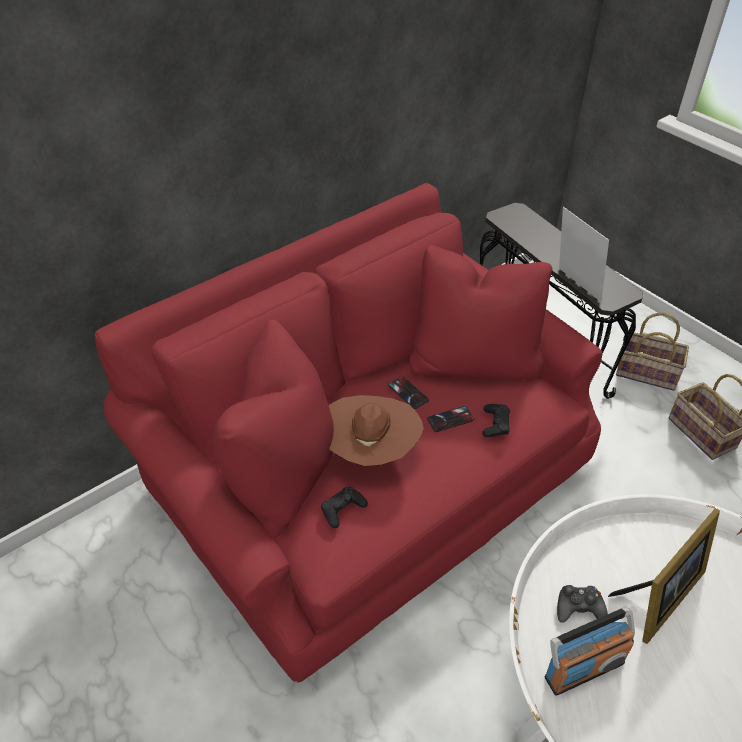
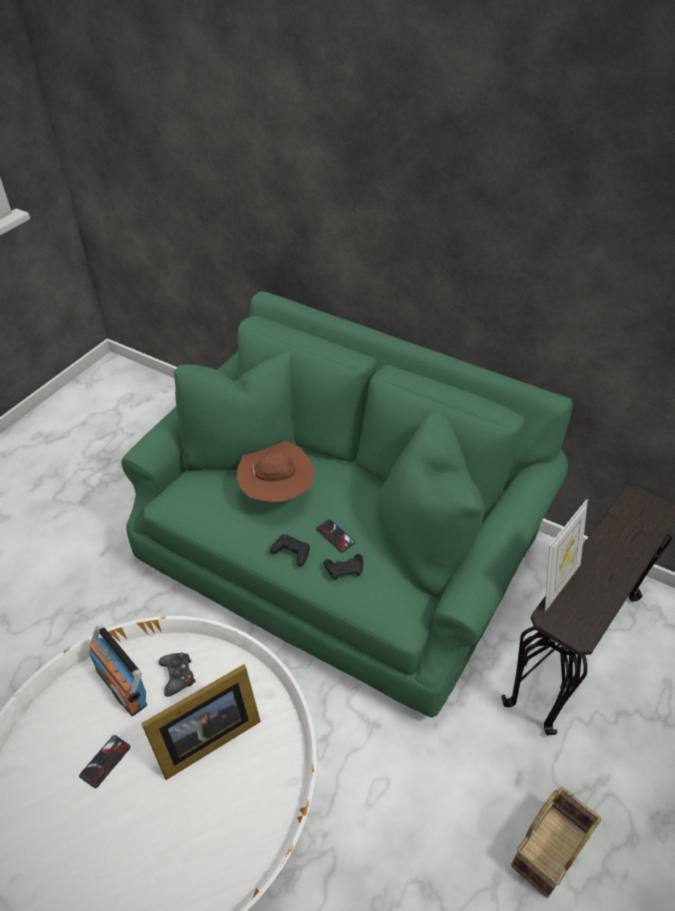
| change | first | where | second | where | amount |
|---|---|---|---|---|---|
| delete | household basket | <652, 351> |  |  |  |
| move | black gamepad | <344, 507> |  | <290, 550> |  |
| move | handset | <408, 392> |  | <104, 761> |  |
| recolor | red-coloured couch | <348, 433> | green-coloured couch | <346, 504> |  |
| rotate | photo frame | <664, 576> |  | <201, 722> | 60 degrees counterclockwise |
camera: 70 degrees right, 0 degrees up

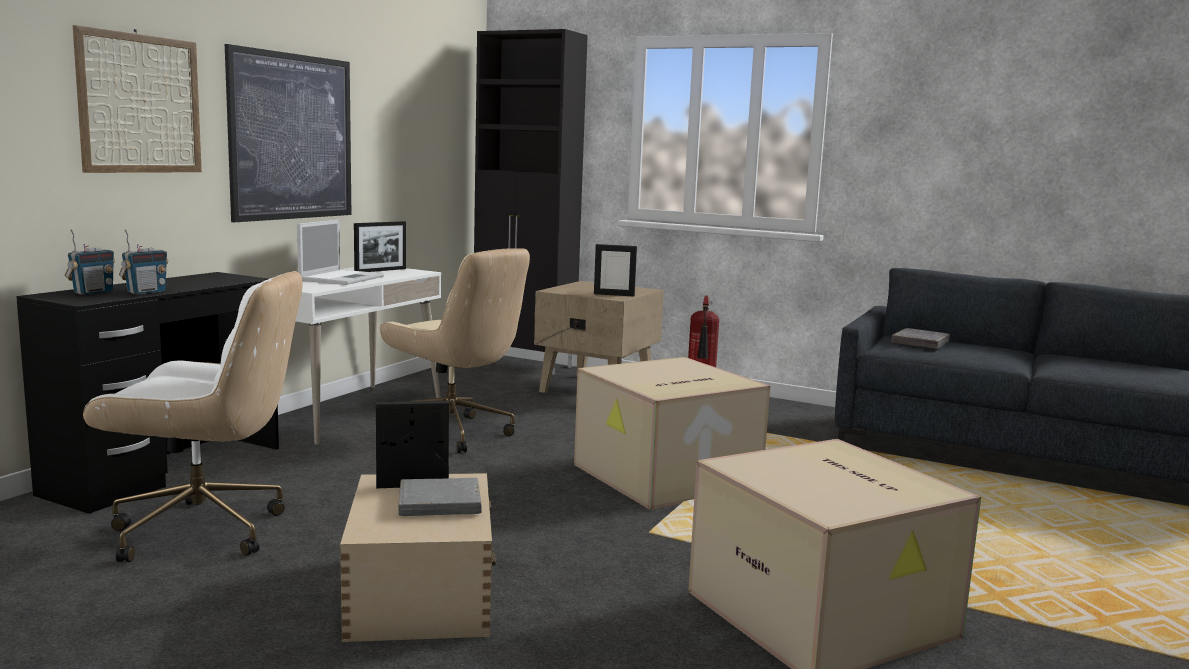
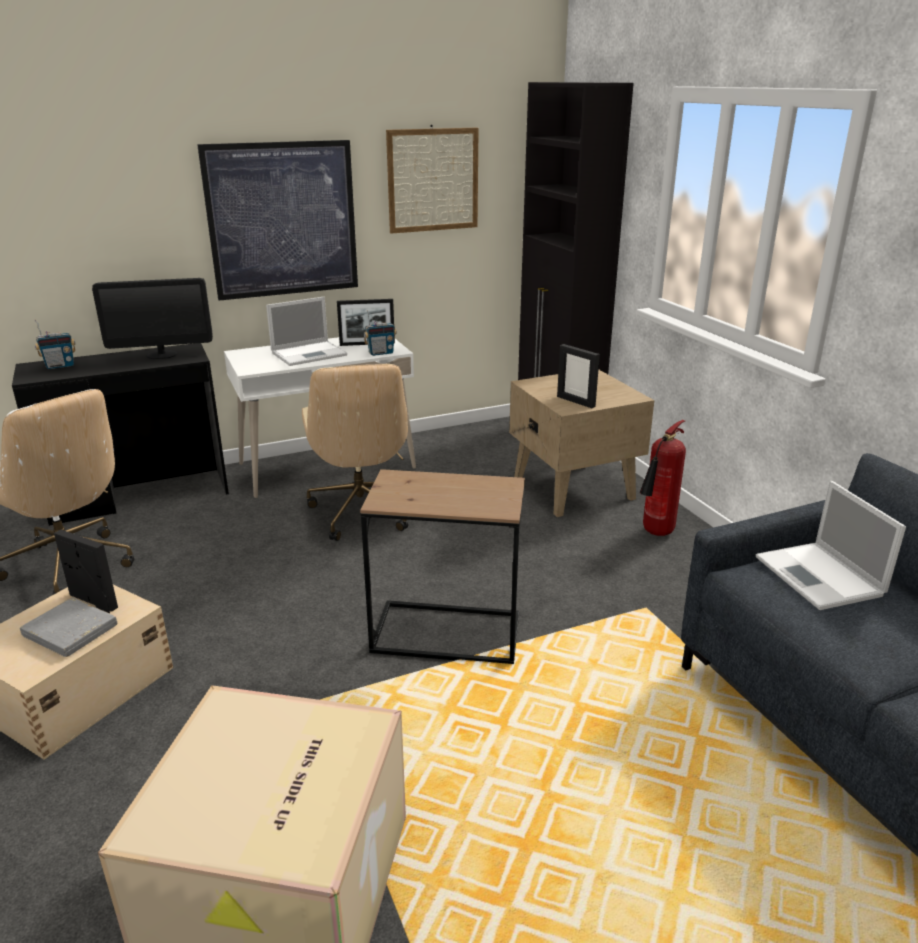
| change | first | where | second | where | amount |
|---|---|---|---|---|---|
| insert |  |  | computer screen | <152, 318> |  |
| move | wall art | <137, 99> |  | <432, 179> |  |
| move | radio receiver | <143, 261> |  | <380, 333> |  |
| replace | carton | <672, 433> | brown end table | <442, 566> |  |
| replace | greyish book | <920, 338> | notebook computer | <831, 545> |  |
camera: 40 degrees right, 15 degrees up

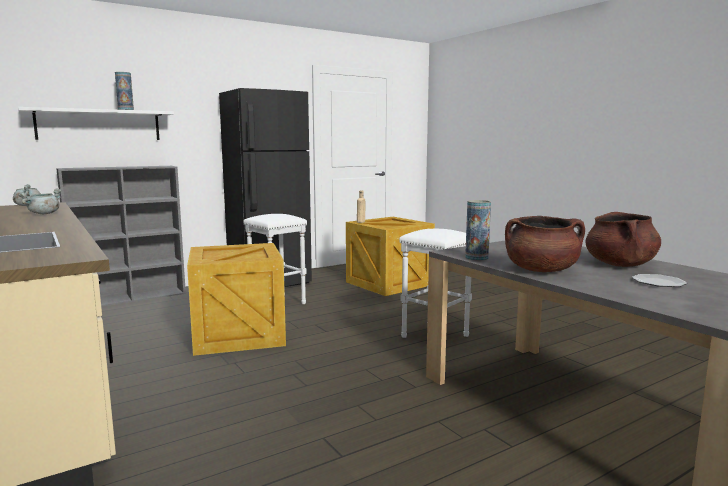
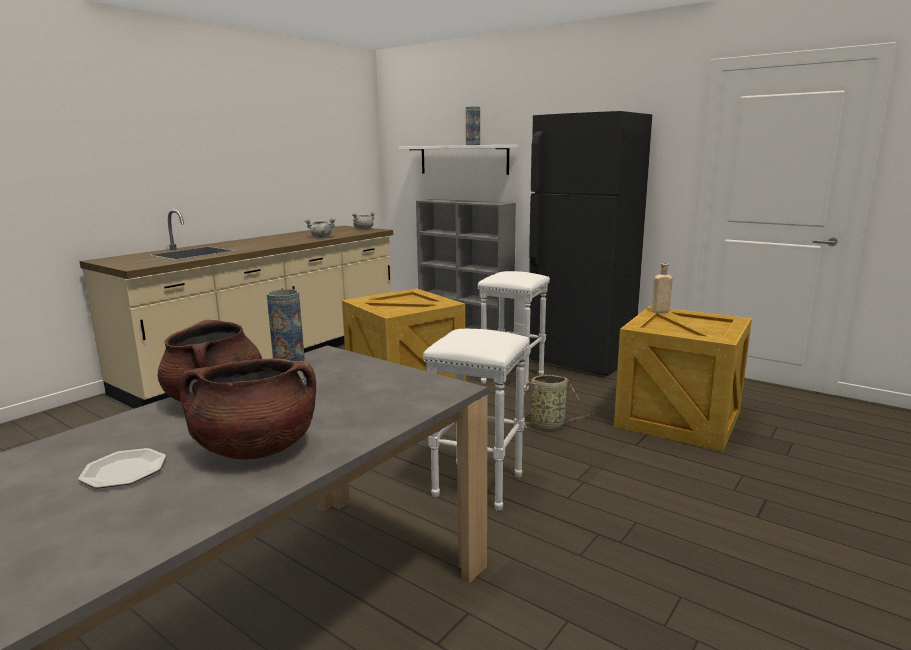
| change | first | where | second | where | amount |
|---|---|---|---|---|---|
| insert |  |  | household basket | <560, 402> |  |
camera: 70 degrees right, 5 degrees up

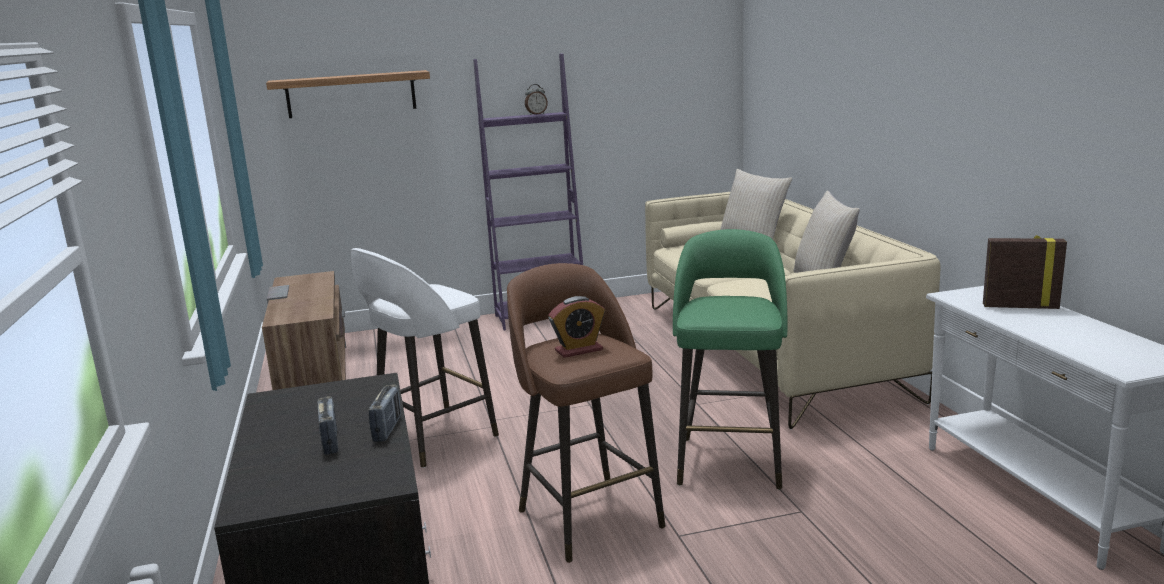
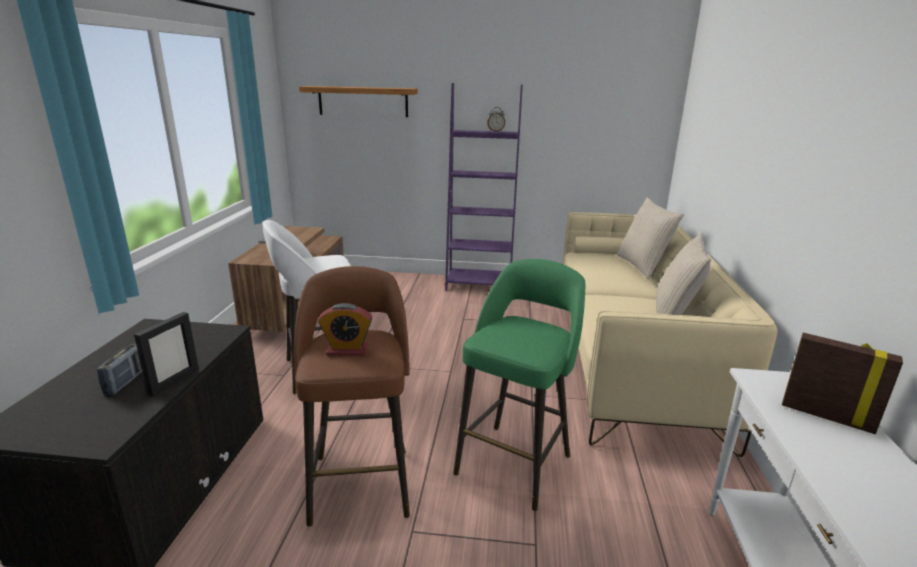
| change | first | where | second | where | amount |
|---|---|---|---|---|---|
| replace | radio receiver | <385, 413> | photo frame | <166, 354> |  |
camera: 20 degrees right, 5 degrees up

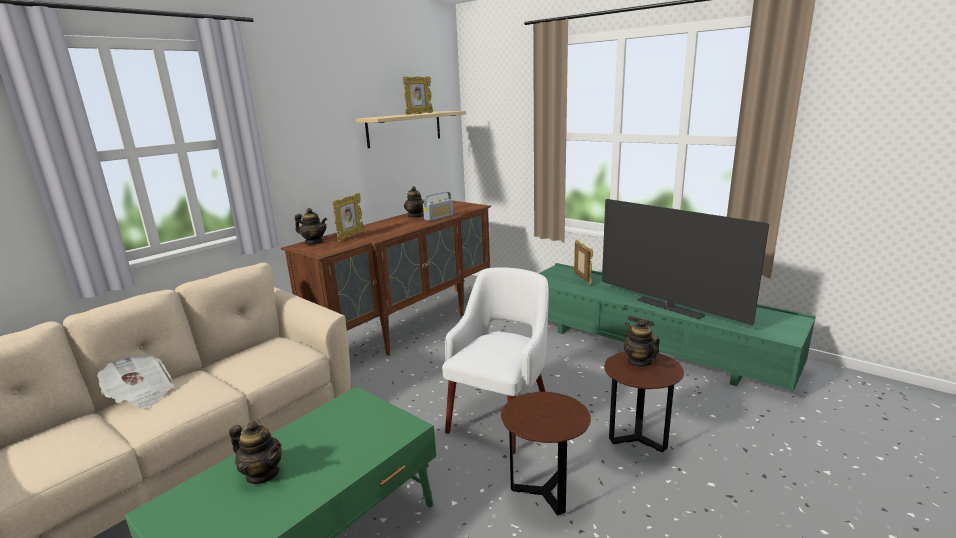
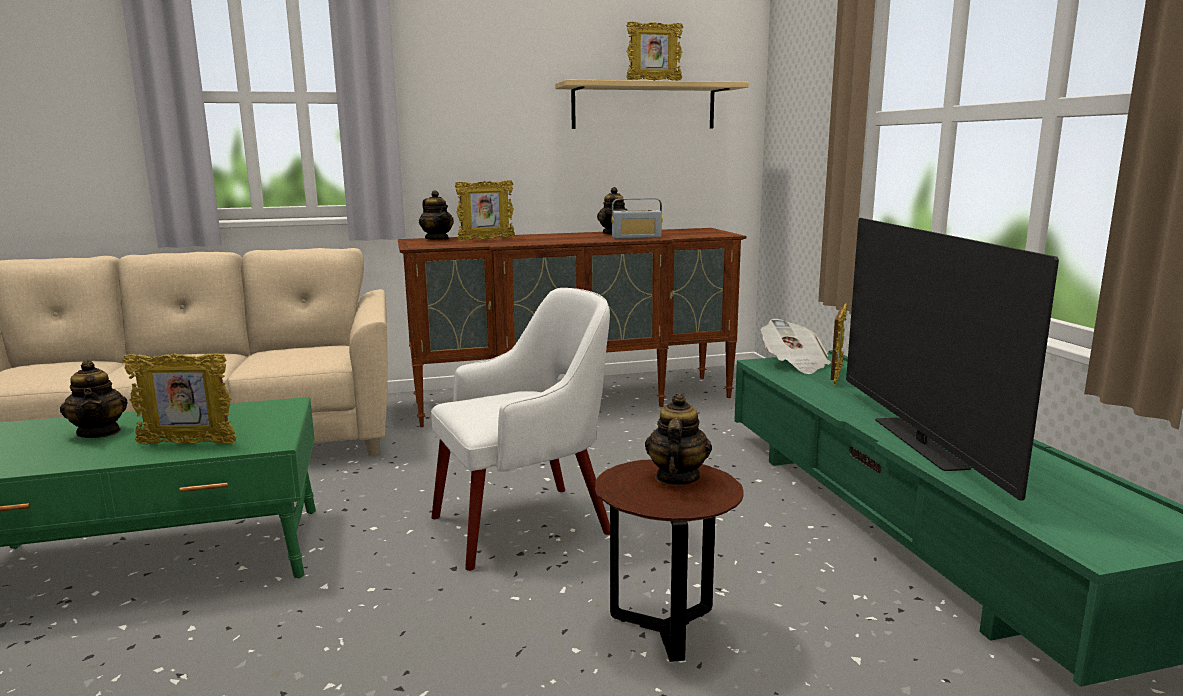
| change | first | where | second | where | amount |
|---|---|---|---|---|---|
| delete | brown end table | <546, 454> |  |  |  |
| insert |  |  | photo frame | <179, 398> |  |
| move | daily paper | <135, 382> |  | <796, 346> |  |
camera: 35 degrees right, 5 degrees down

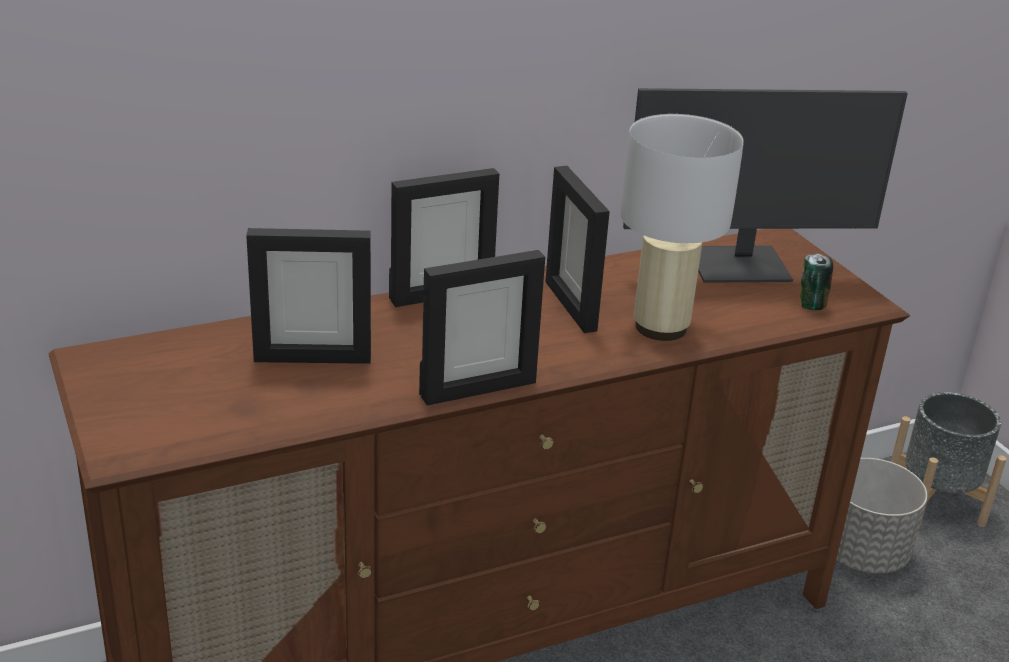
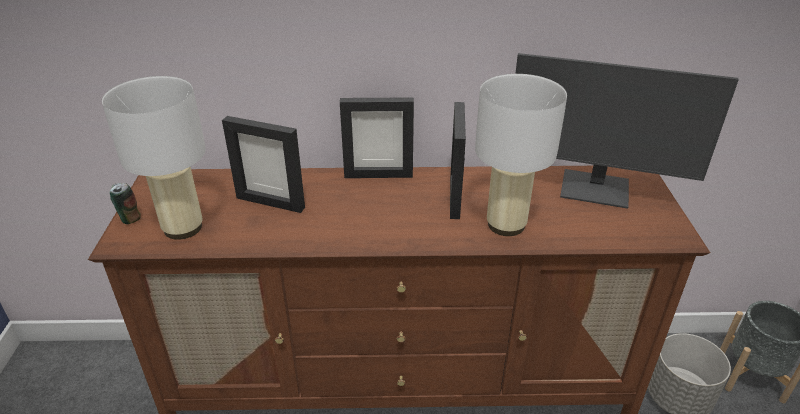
| change | first | where | second | where | amount |
|---|---|---|---|---|---|
| delete | photo frame | <482, 328> |  |  |  |
| insert |  |  | white lamp for a table | <154, 158> |  |
| move | sealed can | <816, 281> |  | <125, 203> |  |
camera: 25 degrees right, 5 degrees up

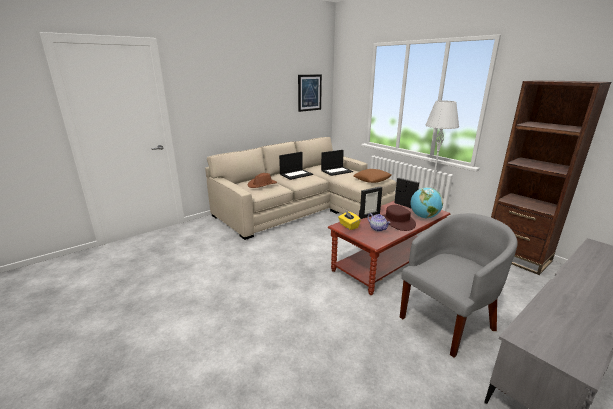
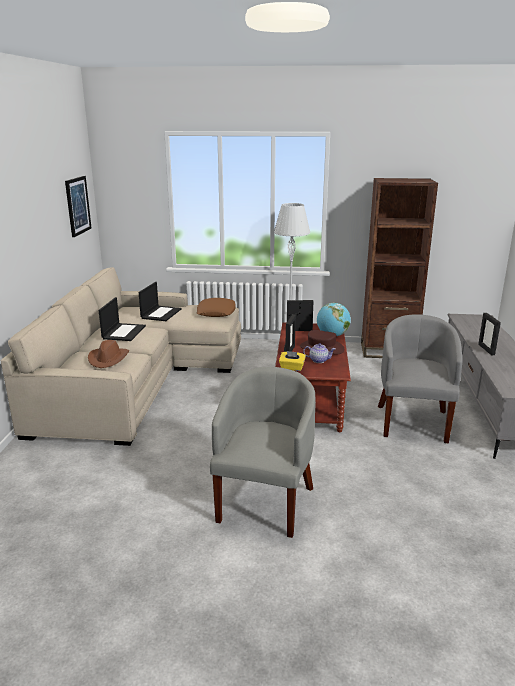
| change | first | where | second | where | amount |
|---|---|---|---|---|---|
| insert |  |  | greyish easy chair | <263, 452> |  |
| insert |  |  | photo frame | <489, 334> |  |
camera: 45 degrees left, 0 degrees up

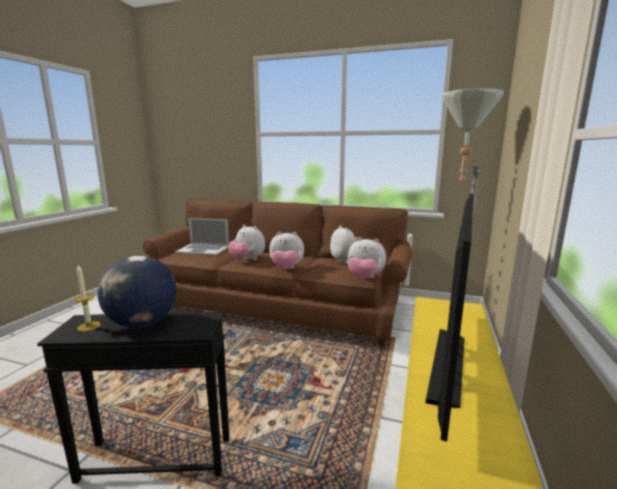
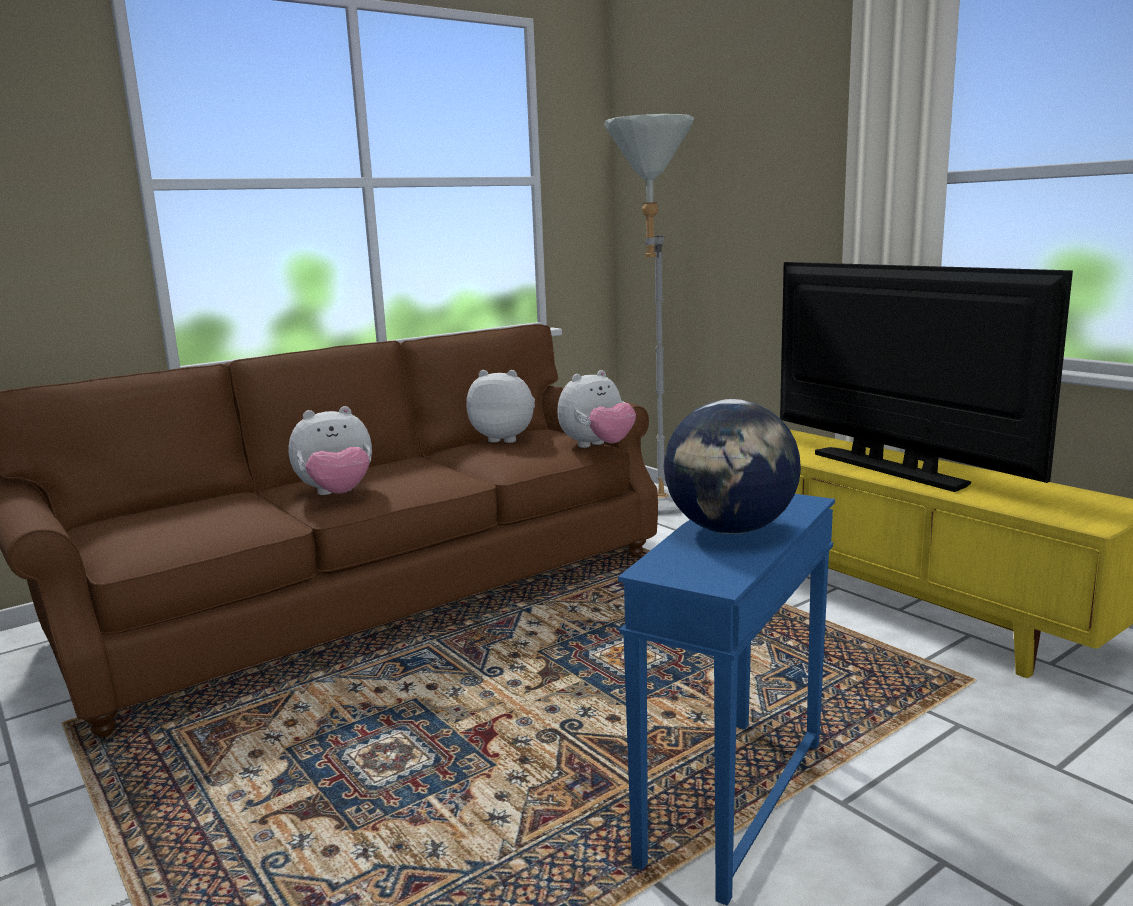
| change | first | where | second | where | amount |
|---|---|---|---|---|---|
| delete | candle | <87, 298> |  |  |  |
| delete | notebook computer | <202, 237> |  |  |  |
| delete | cuddly toy | <286, 251> |  |  |  |
| recolor | black end table | <133, 398> | bluish end table | <726, 700> |  |
camera: 55 degrees left, 0 degrees up

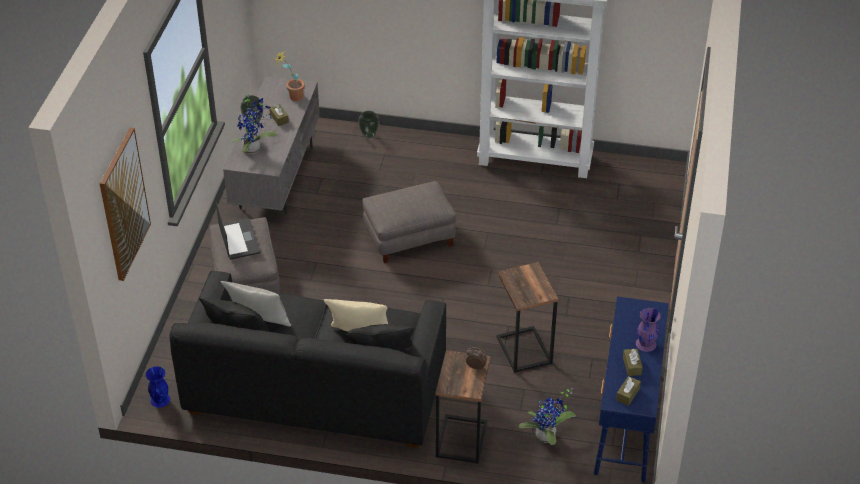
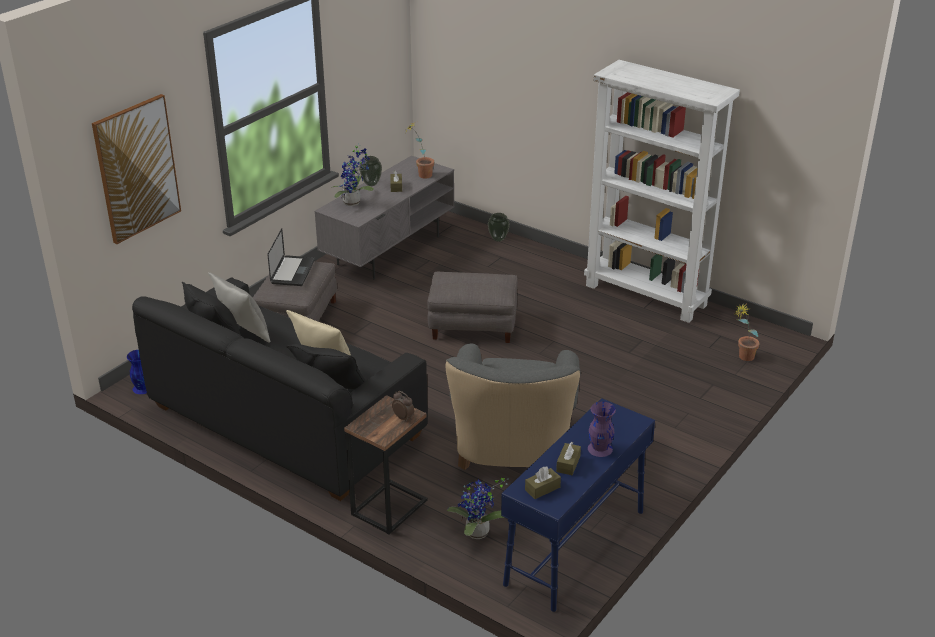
| change | first | where | second | where | amount |
|---|---|---|---|---|---|
| insert |  |  | potted plant | <747, 332> |  |
| replace | end table | <527, 317> | greyish easy chair | <513, 406> |  |
camera: 25 degrees right, 10 degrees down

